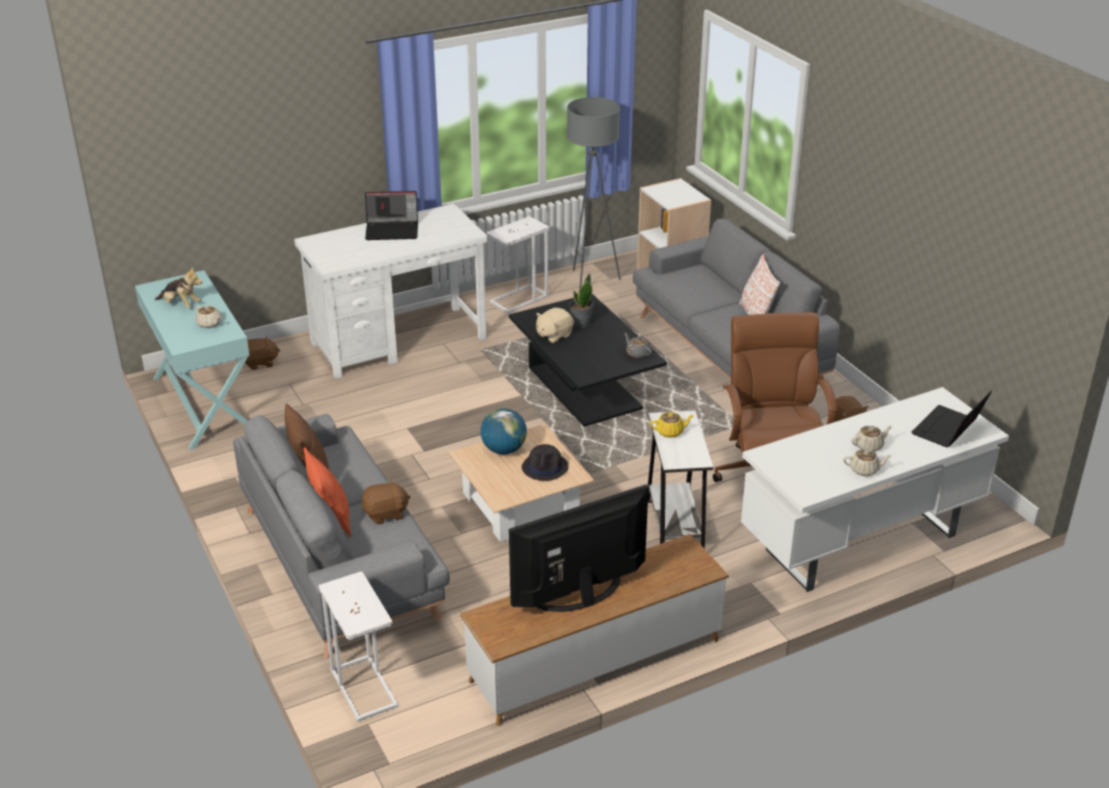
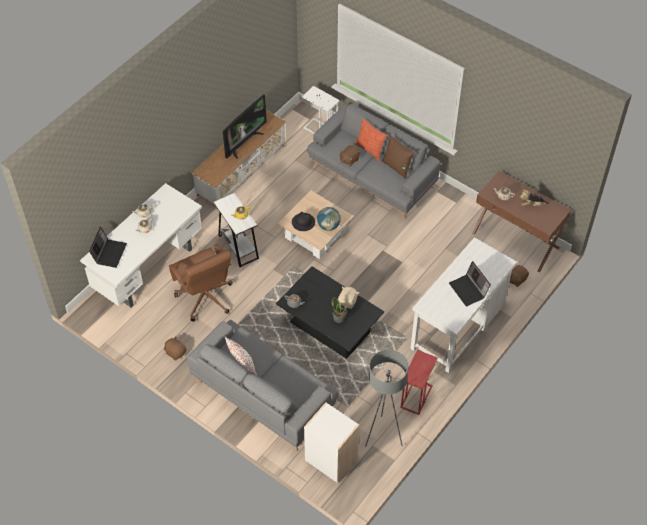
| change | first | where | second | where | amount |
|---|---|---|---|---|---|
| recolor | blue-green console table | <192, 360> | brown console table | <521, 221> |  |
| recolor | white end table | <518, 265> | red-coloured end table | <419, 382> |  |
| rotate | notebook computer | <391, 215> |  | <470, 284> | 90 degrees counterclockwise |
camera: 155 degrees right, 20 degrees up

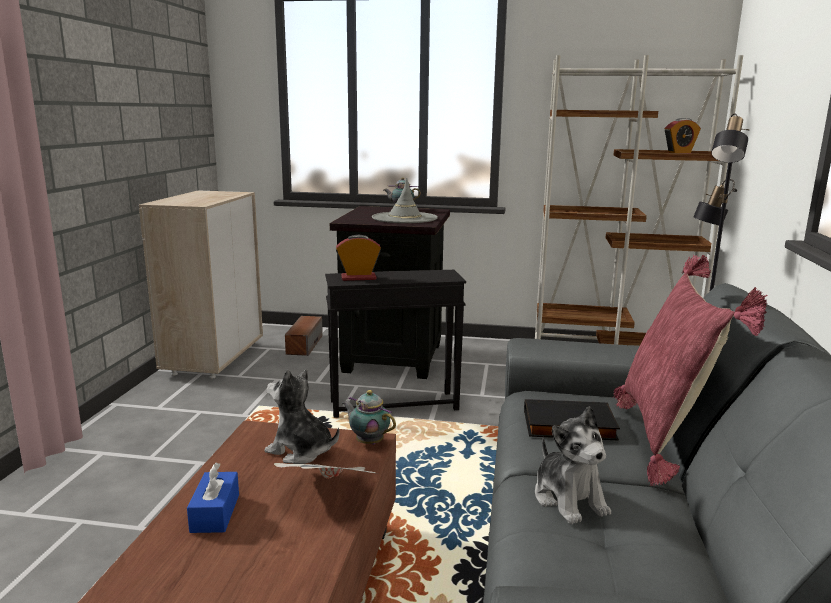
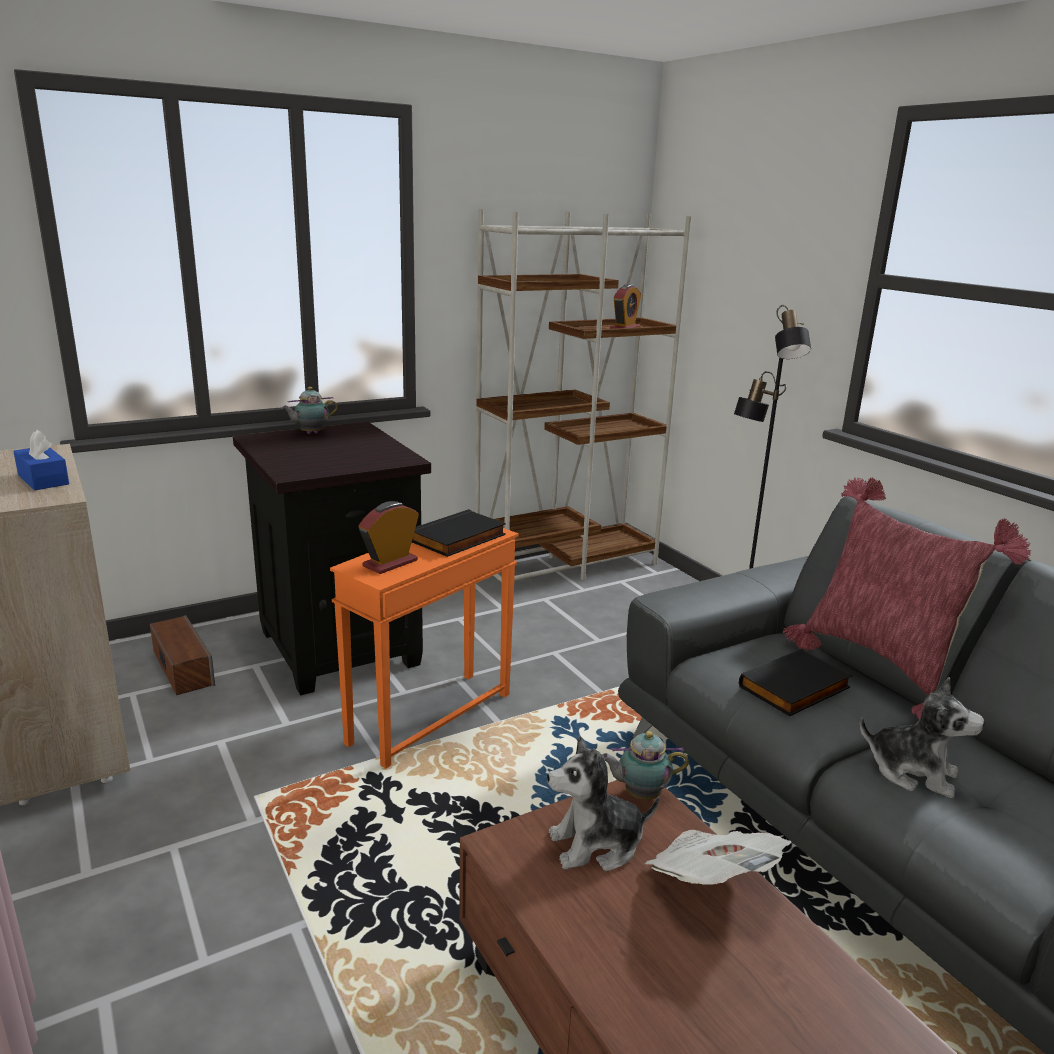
| change | first | where | second | where | amount |
|---|---|---|---|---|---|
| delete | greyish hat | <405, 200> |  |  |  |
| insert |  |  | black book | <459, 533> |  |
| move | bluish box of tissues | <213, 497> |  | <41, 460> |  |
| recolor | black end table | <395, 344> | orange end table | <424, 648> |  |
camera: 40 degrees left, 5 degrees up

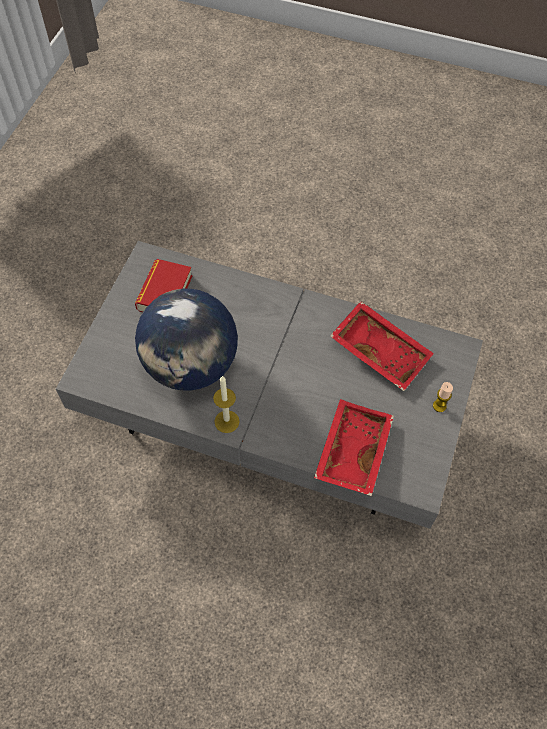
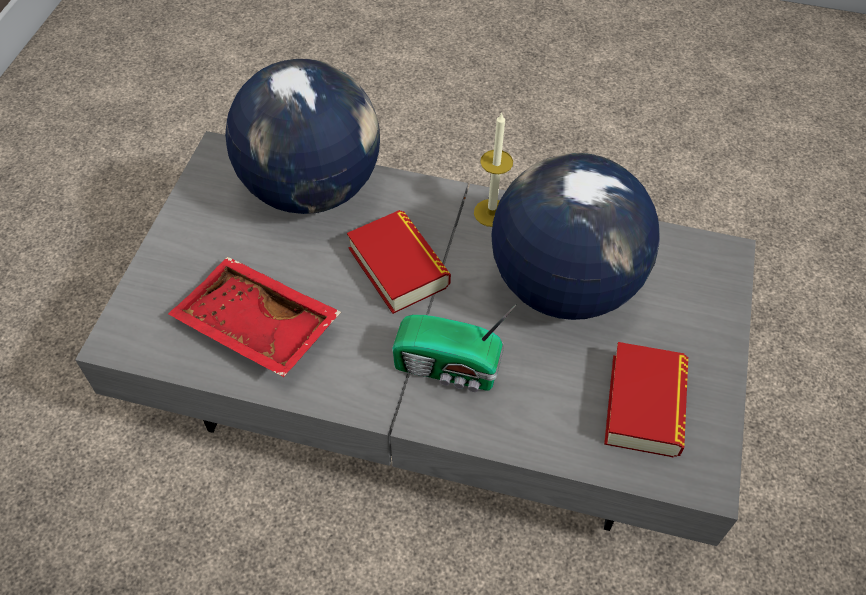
| change | first | where | second | where | amount |
|---|---|---|---|---|---|
| delete | candle | <443, 397> |  |  |  |
| insert |  |  | book | <399, 262> |  |
| insert |  |  | radio receiver | <455, 348> |  |
| replace | red-coloured serving tray | <354, 447> | desk globe | <302, 136> |  |
camera: 175 degrees right, 5 degrees down

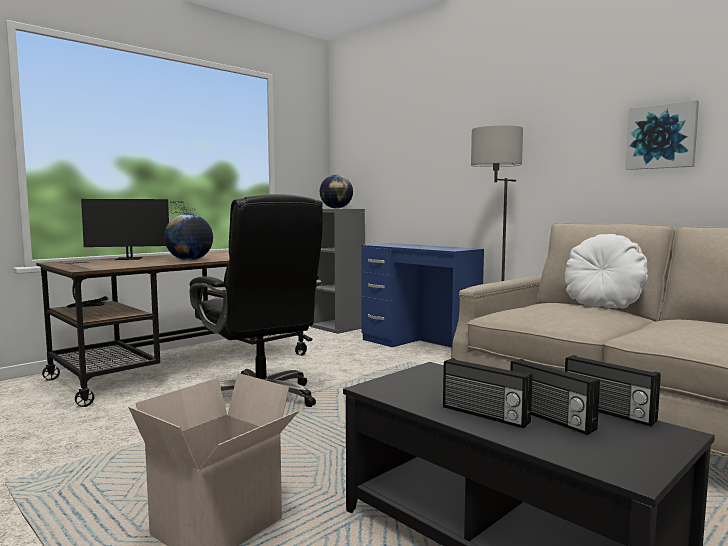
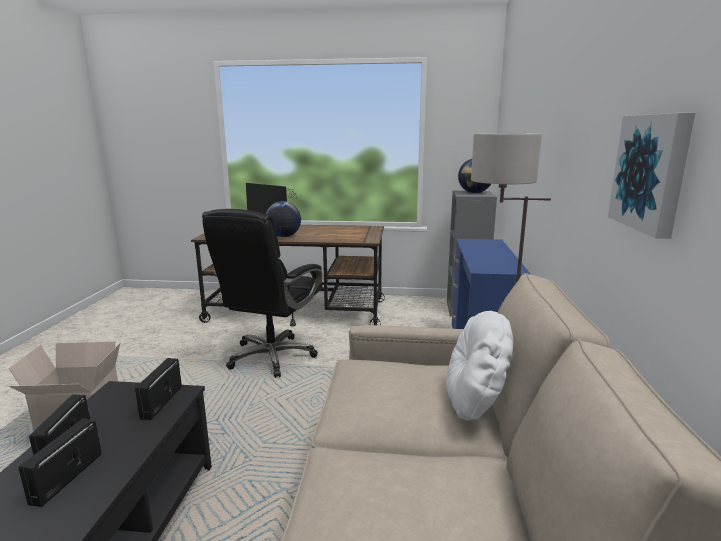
| change | first | where | second | where | amount |
|---|---|---|---|---|---|
| move | radio receiver | <613, 390> |  | <158, 389> |  |
camera: 50 degrees right, 10 degrees up

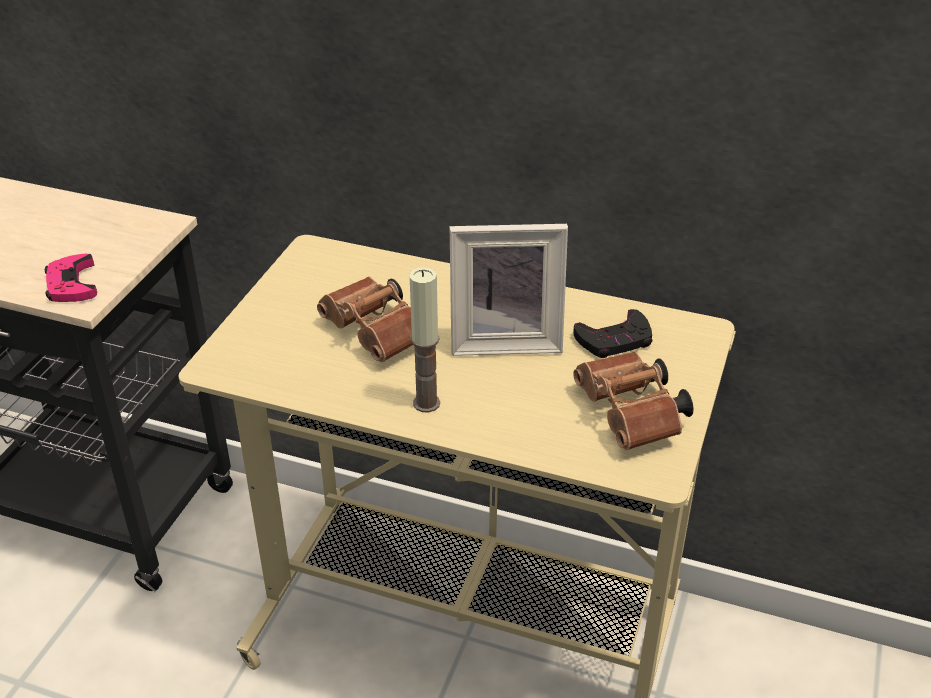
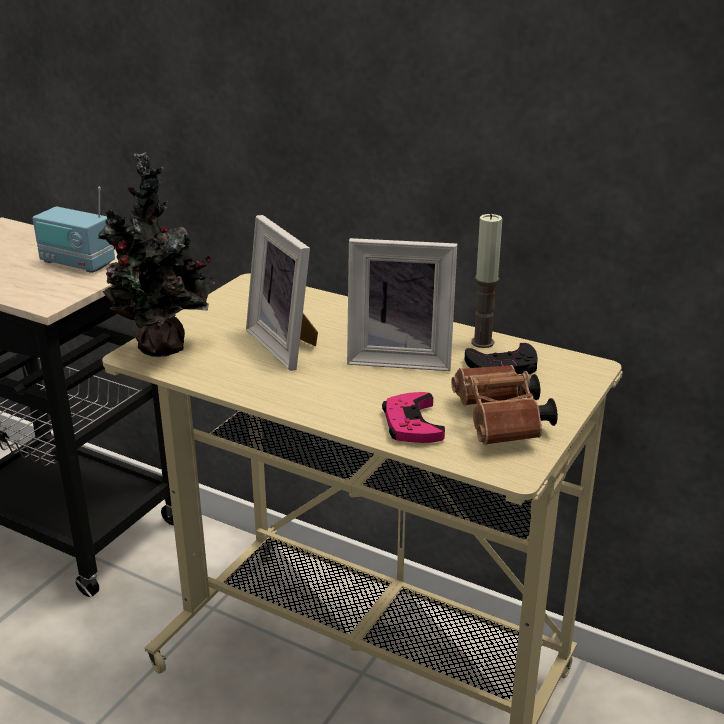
| change | first | where | second | where | amount |
|---|---|---|---|---|---|
| insert |  |  | radio receiver | <73, 230> |  |
| insert |  |  | potted plant | <155, 254> |  |
| move | pink-coloured gamepad | <71, 278> |  | <413, 417> |  |
| move | candle | <424, 340> |  | <486, 280> |  |
| replace | brown pair of binoculars | <365, 319> | photo frame | <282, 293> |  |
camera: 10 degrees right, 10 degrees down

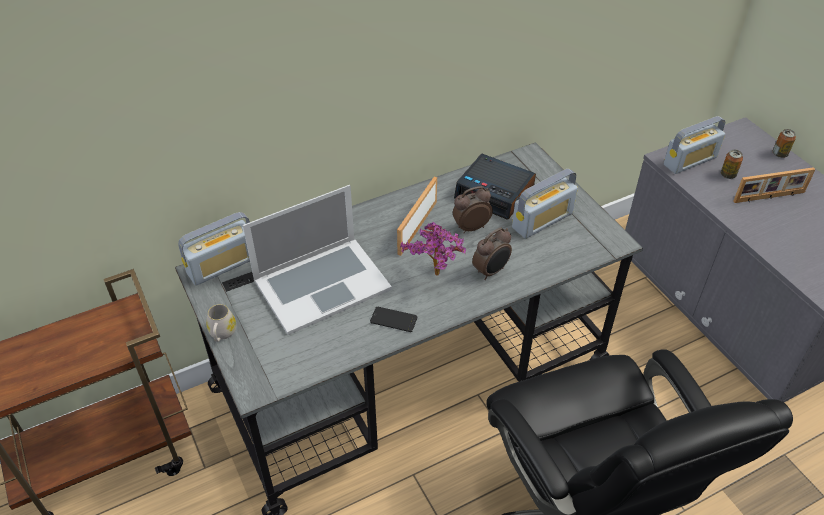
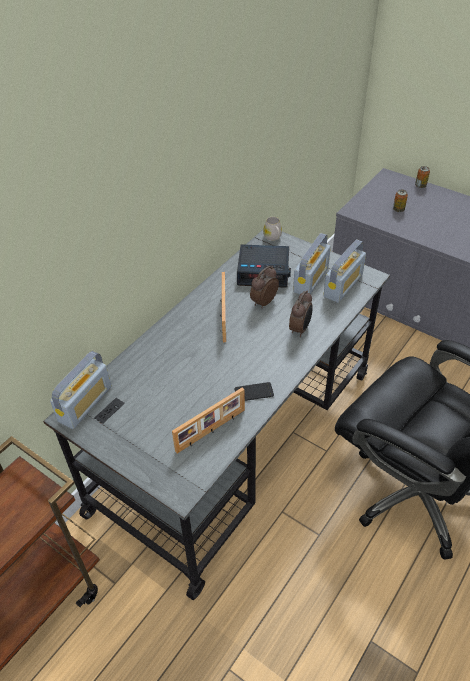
| change | first | where | second | where | amount |
|---|---|---|---|---|---|
| delete | notebook computer | <317, 260> |  |  |  |
| delete | potted plant | <433, 248> |  |  |  |
| move | white coffee mug | <221, 323> |  | <272, 229> |  |
| move | radio receiver | <694, 145> |  | <345, 271> |  |
| move | photo frame | <774, 185> |  | <208, 420> |  |
camera: 25 degrees left, 0 degrees up

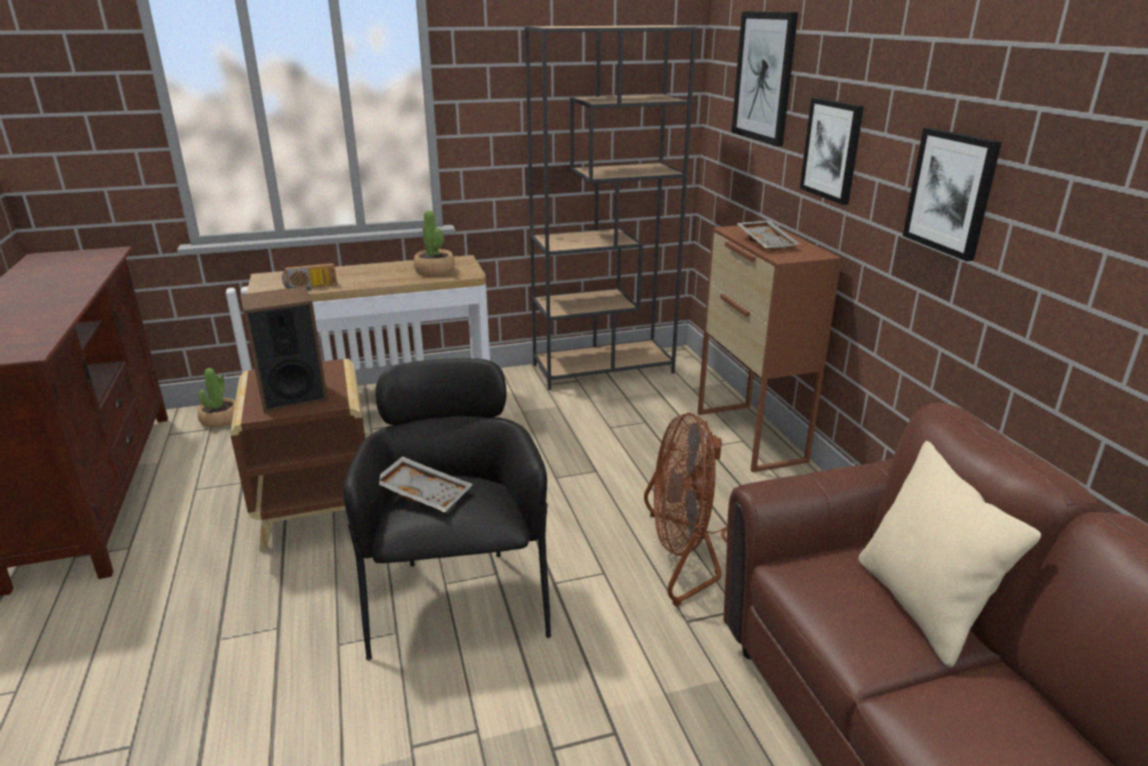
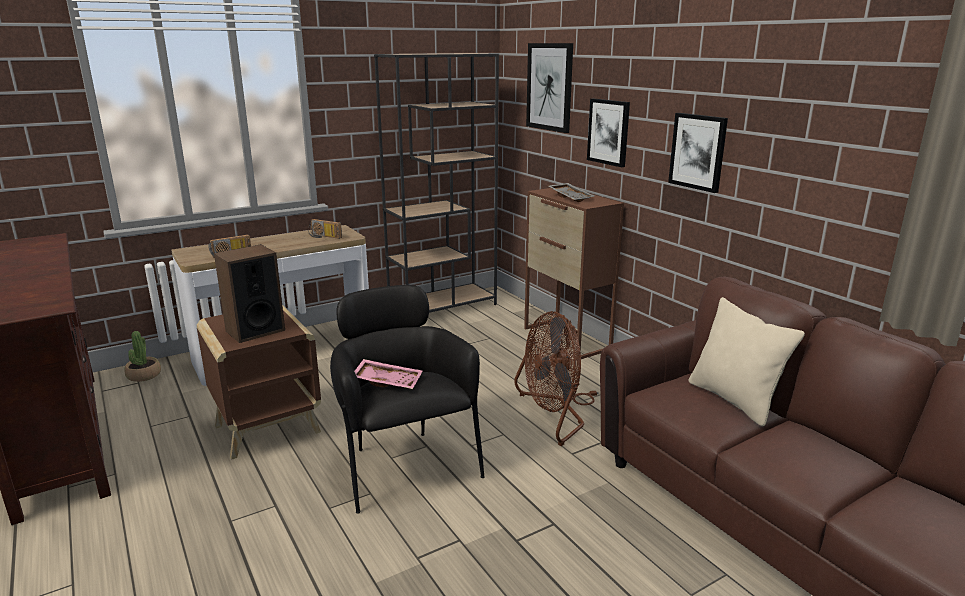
| change | first | where | second | where | amount |
|---|---|---|---|---|---|
| replace | potted plant | <434, 243> | radio receiver | <325, 229> |  |
| recolor | greyish serving tray | <426, 484> | pink-coloured serving tray | <388, 374> |  |
camera: 15 degrees left, 5 degrees down

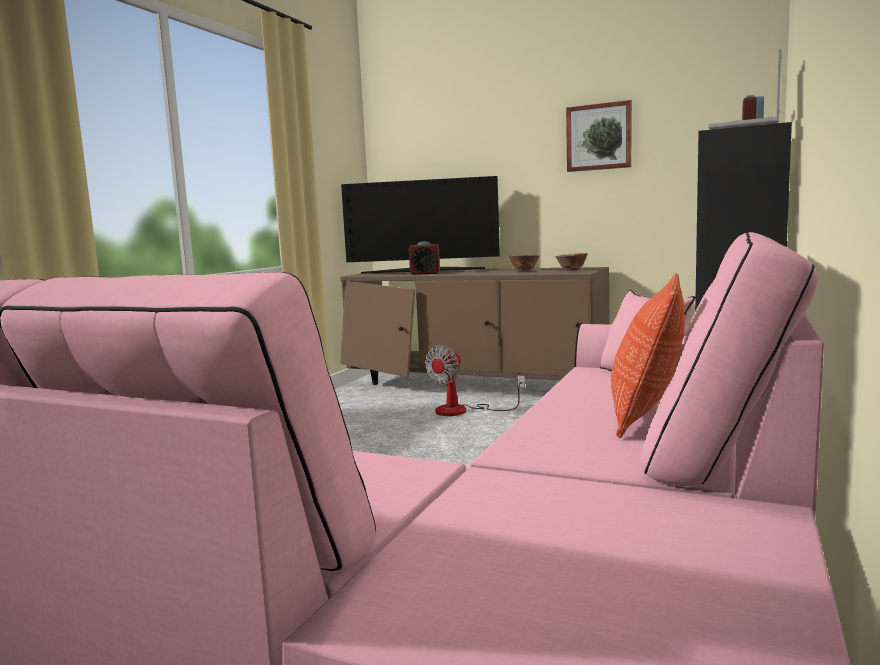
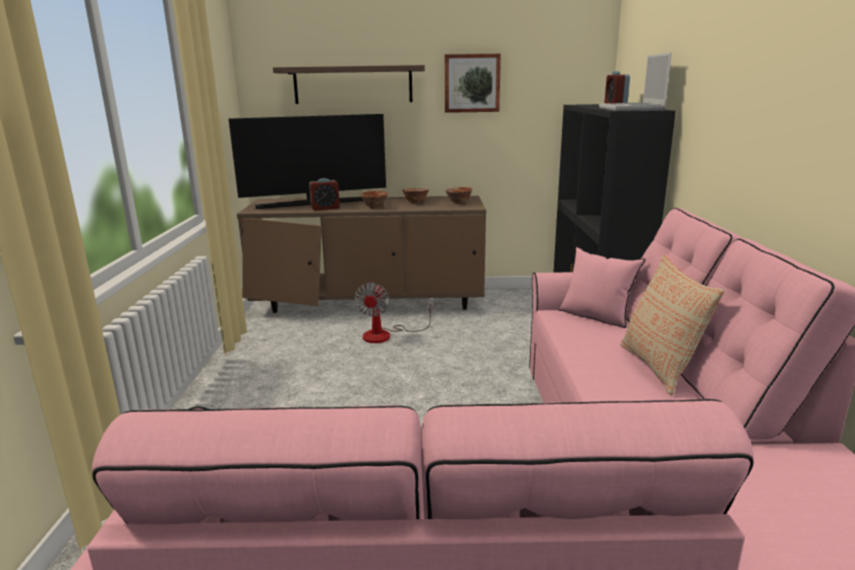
| change | first | where | second | where | amount |
|---|---|---|---|---|---|
| insert |  |  | shelf | <349, 84> |  |
| insert |  |  | deep dish | <374, 200> |  |
| recolor | orange cushion | <648, 355> | beige cushion | <672, 325> |  |
camera: 25 degrees left, 10 degrees up

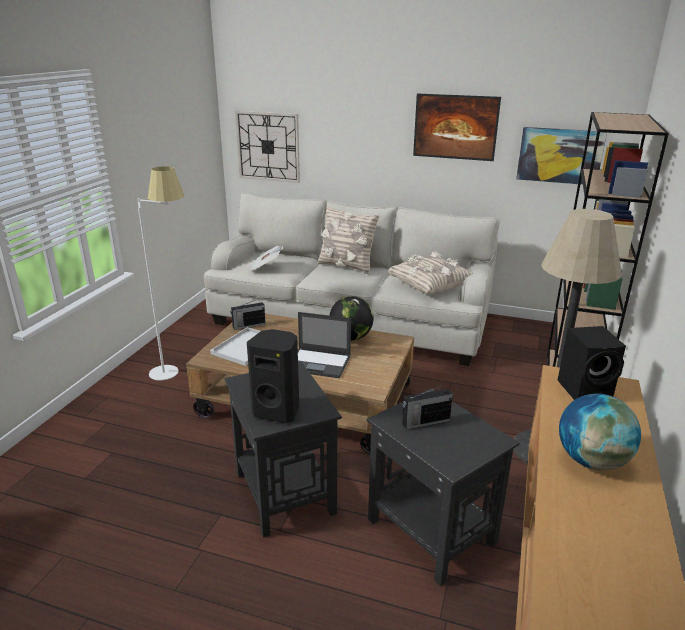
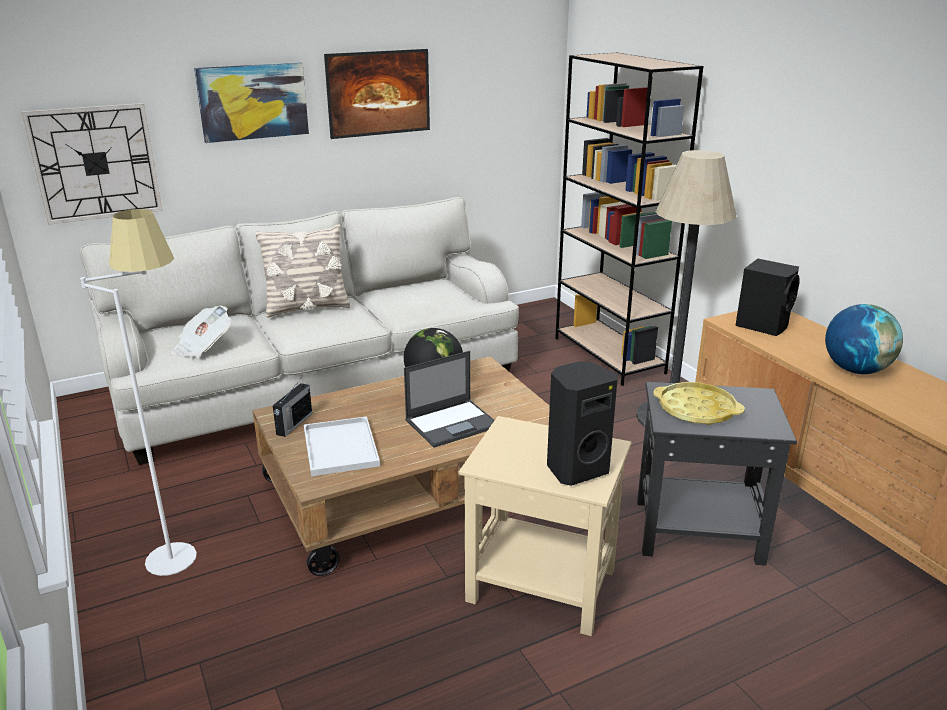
| change | first | where | second | where | amount |
|---|---|---|---|---|---|
| delete | beige cushion | <430, 273> |  |  |  |
| move | wall art | <561, 156> |  | <251, 102> |  |
| replace | radio receiver | <427, 407> | yellow serving tray | <699, 403> |  |
| recolor | black end table | <283, 450> | beige end table | <545, 526> |  |
camera: 45 degrees left, 0 degrees up

